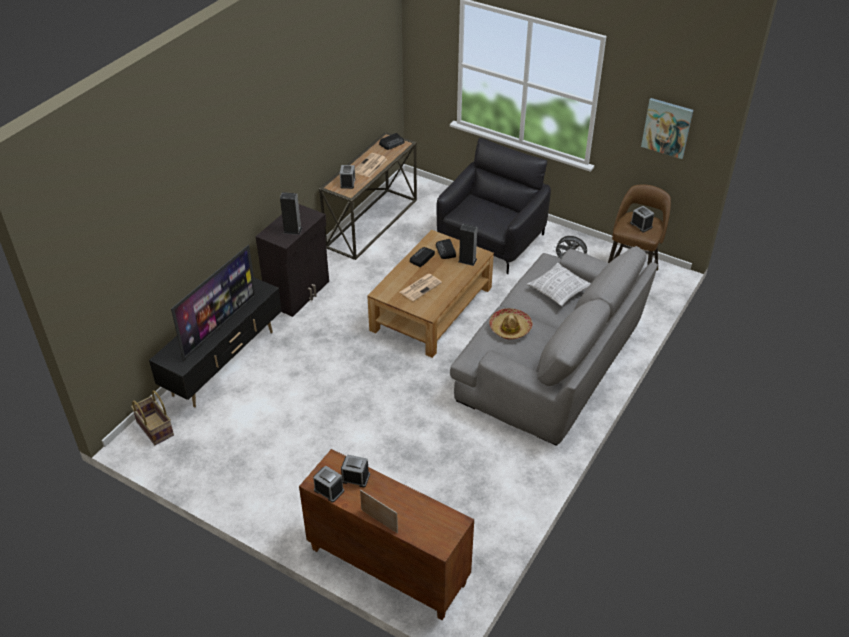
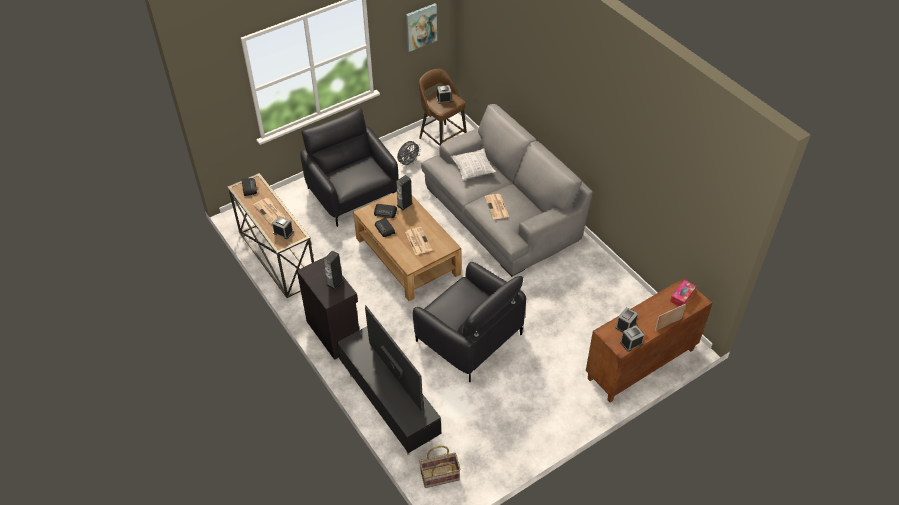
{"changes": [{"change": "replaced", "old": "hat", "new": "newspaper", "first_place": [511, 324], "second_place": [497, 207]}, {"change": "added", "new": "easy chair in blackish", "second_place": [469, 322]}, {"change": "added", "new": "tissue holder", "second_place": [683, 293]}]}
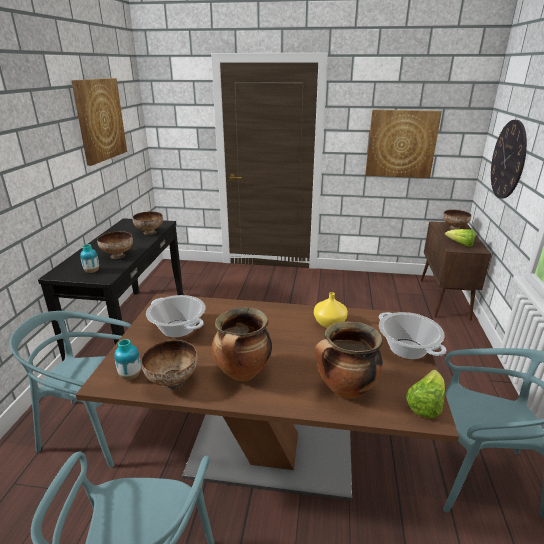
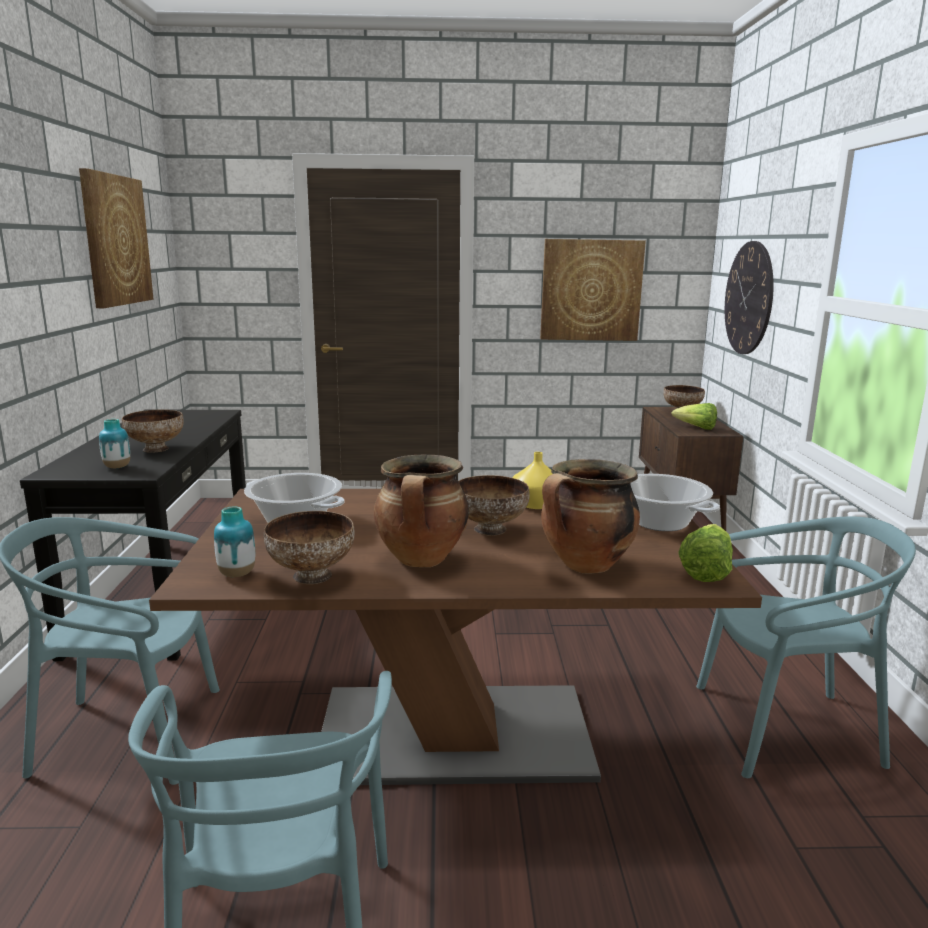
{"changes": [{"change": "moved", "old": "serving bowl", "first_place": [147, 223], "second_place": [494, 505]}]}
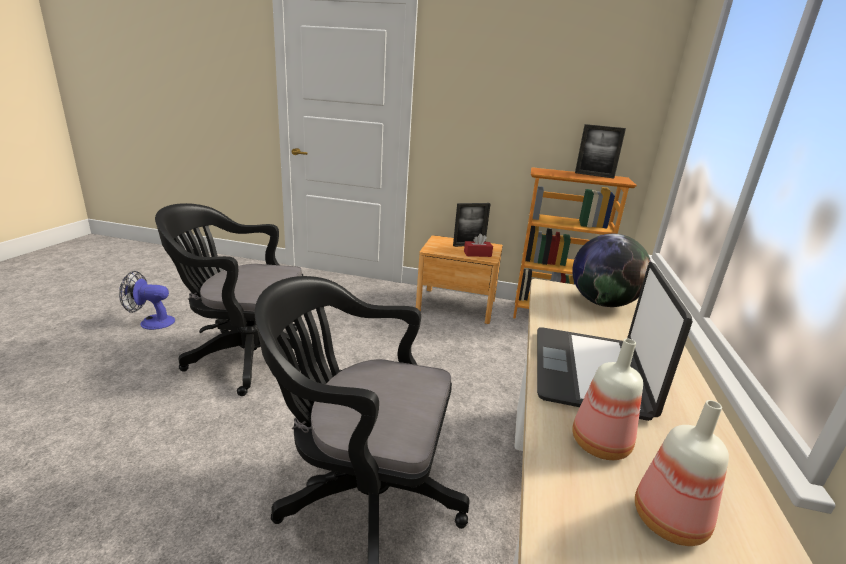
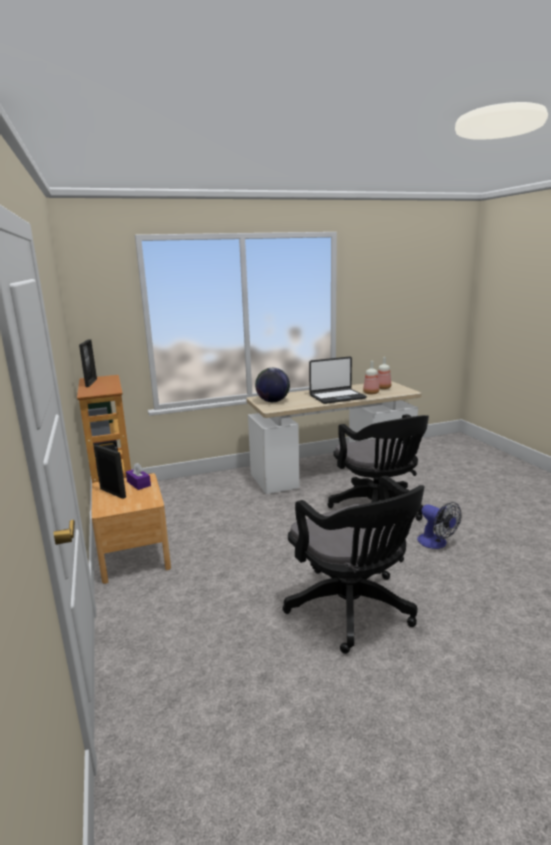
{"changes": [{"change": "moved", "old": "electric fan", "first_place": [147, 300], "second_place": [439, 525]}, {"change": "recoloured", "old": "tissue holder in reddish", "new": "tissue holder in purple", "first_place": [478, 245], "second_place": [138, 476]}]}
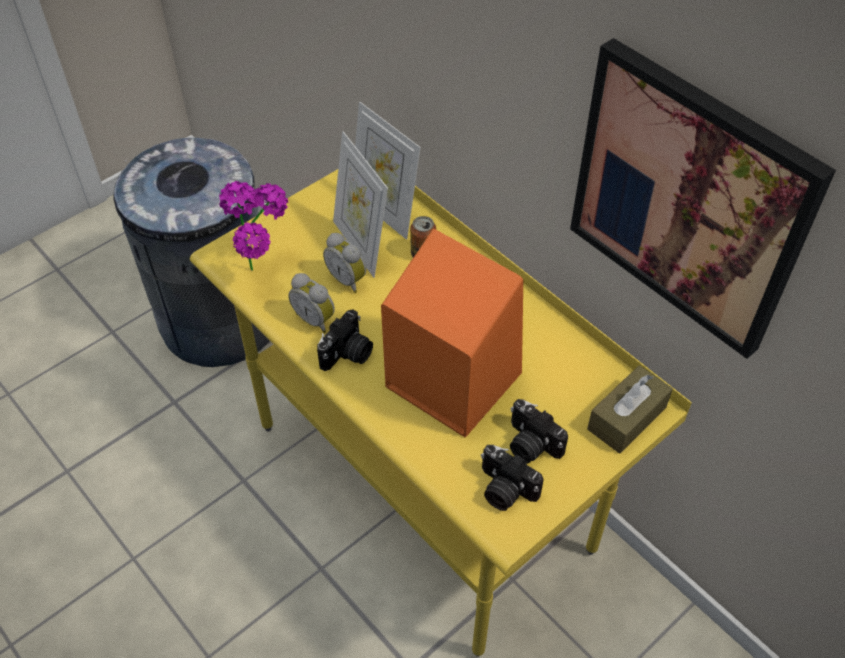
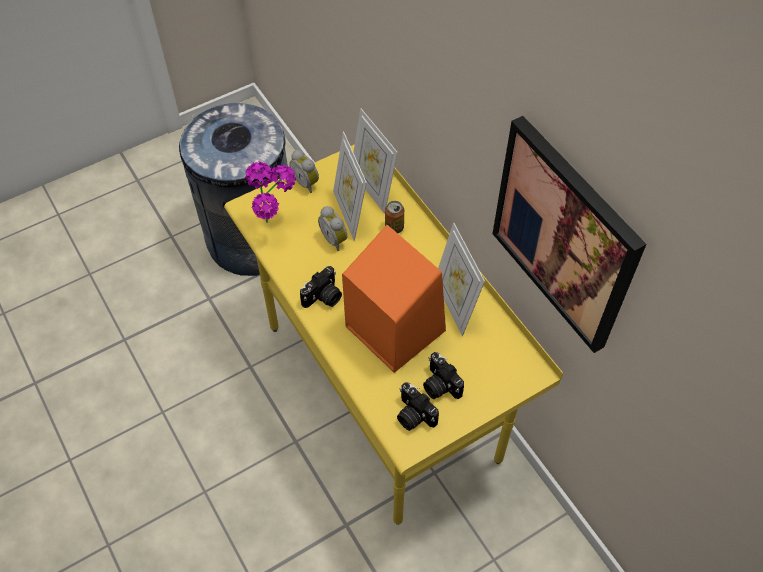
{"changes": [{"change": "moved", "old": "bedside clock", "first_place": [312, 303], "second_place": [304, 171]}, {"change": "removed", "old": "tissue holder in brown-coloured", "first_place": [630, 409]}, {"change": "added", "new": "picture frame", "second_place": [461, 279]}]}
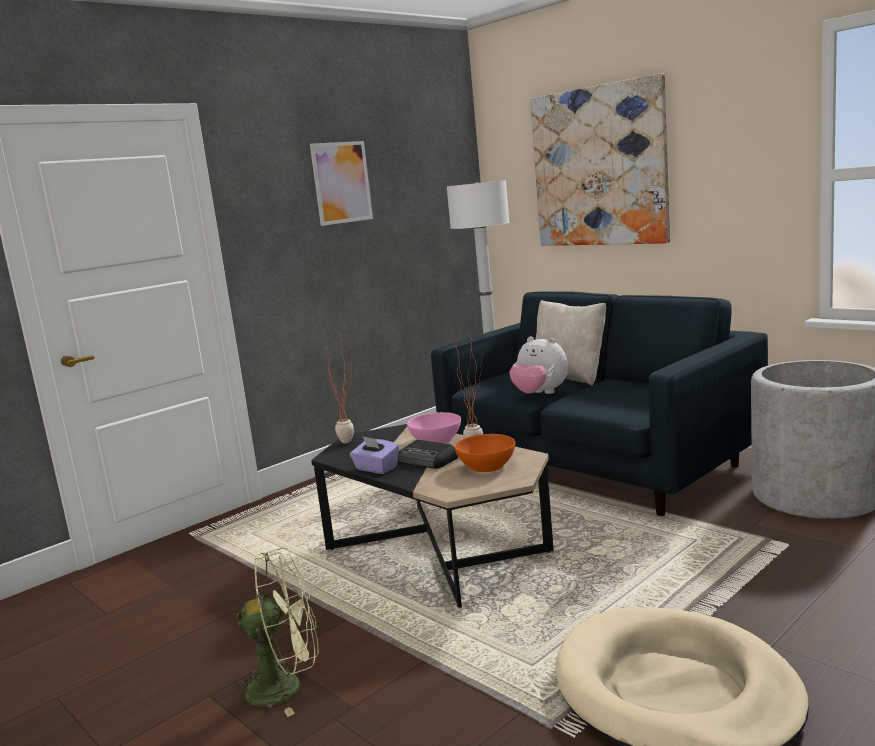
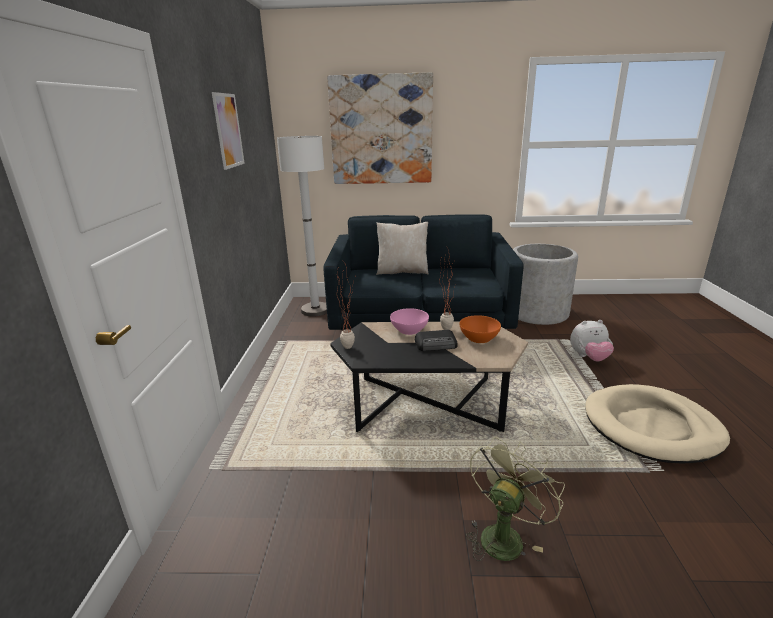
{"changes": [{"change": "removed", "old": "tissue holder in purple", "first_place": [374, 455]}, {"change": "moved", "old": "cuddly toy", "first_place": [538, 365], "second_place": [592, 340]}]}
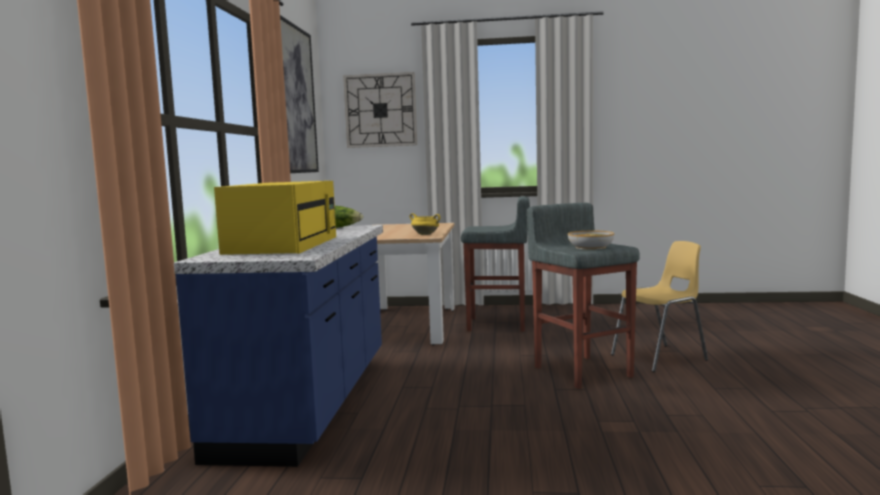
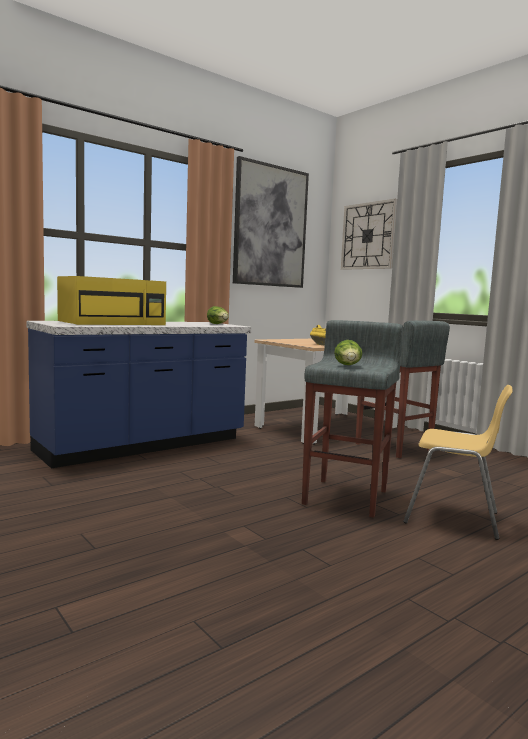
{"changes": [{"change": "replaced", "old": "serving bowl", "new": "head of lettuce", "first_place": [591, 240], "second_place": [348, 352]}]}
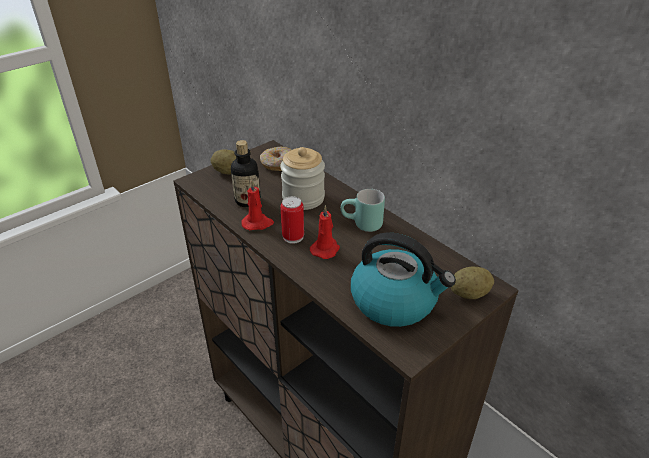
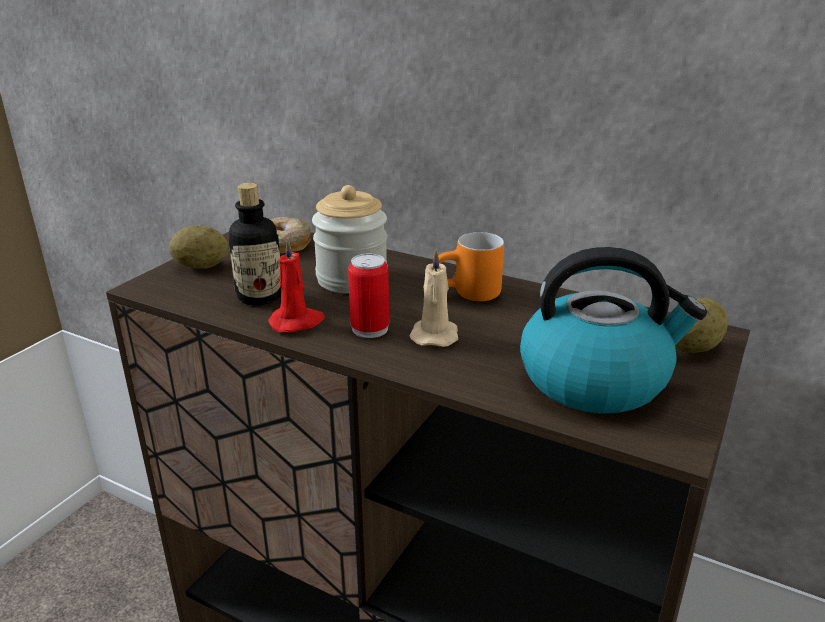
{"changes": [{"change": "recoloured", "old": "candle in reddish", "new": "candle in beige", "first_place": [325, 232], "second_place": [434, 297]}, {"change": "recoloured", "old": "mug in turquoise", "new": "mug in orangey", "first_place": [363, 210], "second_place": [471, 266]}]}
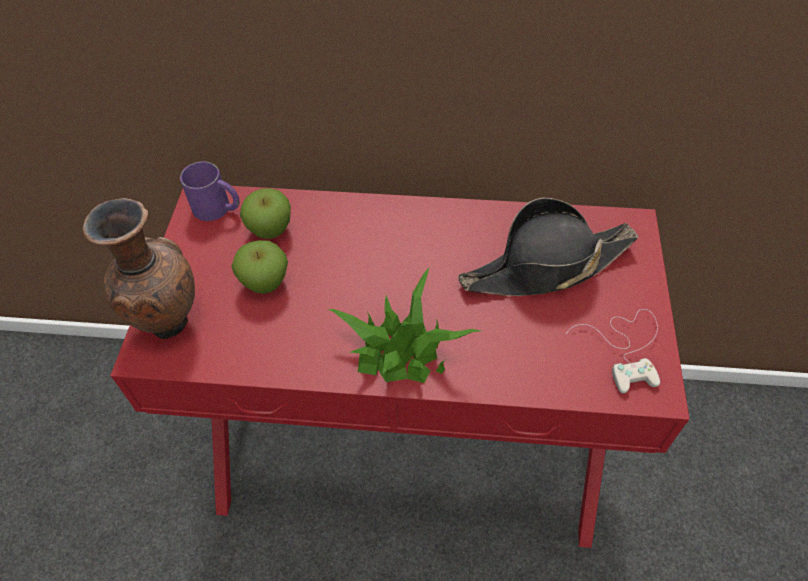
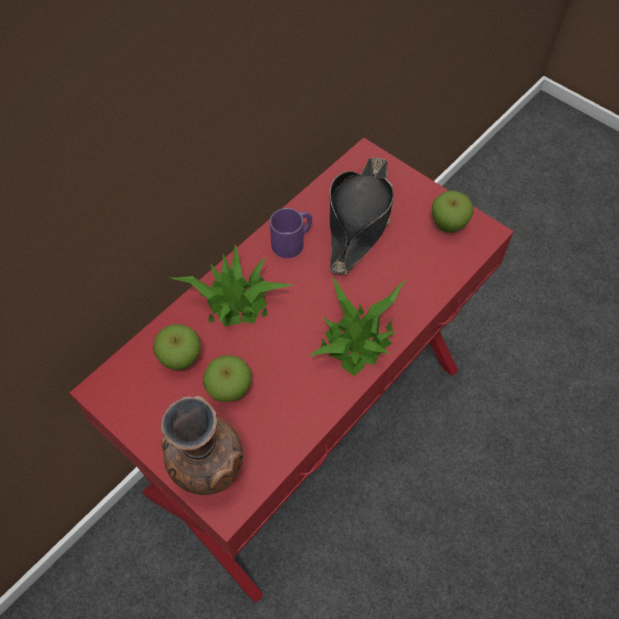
{"changes": [{"change": "moved", "old": "mug in purple", "first_place": [210, 191], "second_place": [291, 233]}, {"change": "replaced", "old": "joypad in whitish", "new": "apple fruit", "first_place": [613, 351], "second_place": [453, 211]}, {"change": "added", "new": "potted plant", "second_place": [230, 285]}]}
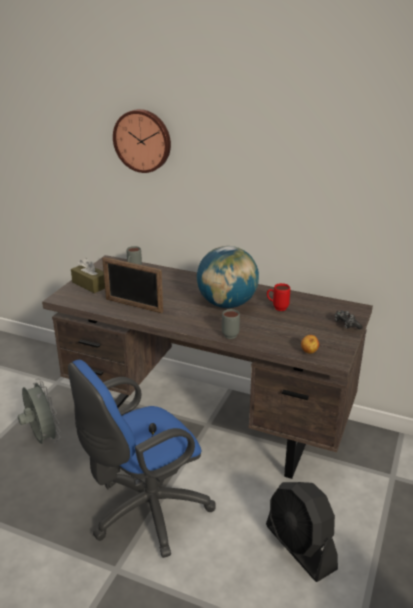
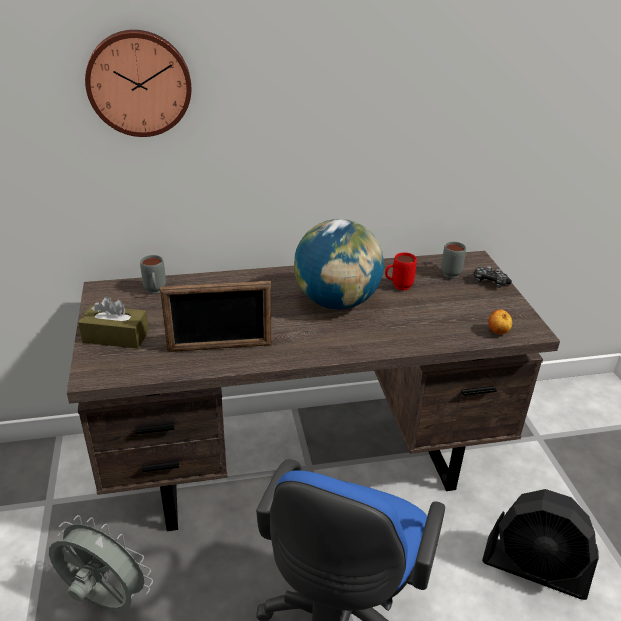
{"changes": [{"change": "moved", "old": "mug in greyish", "first_place": [231, 324], "second_place": [453, 260]}]}
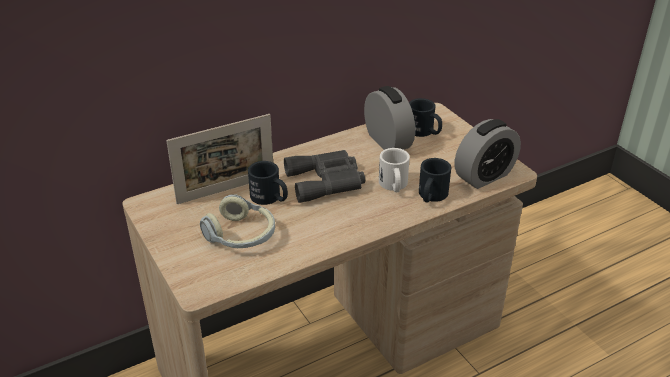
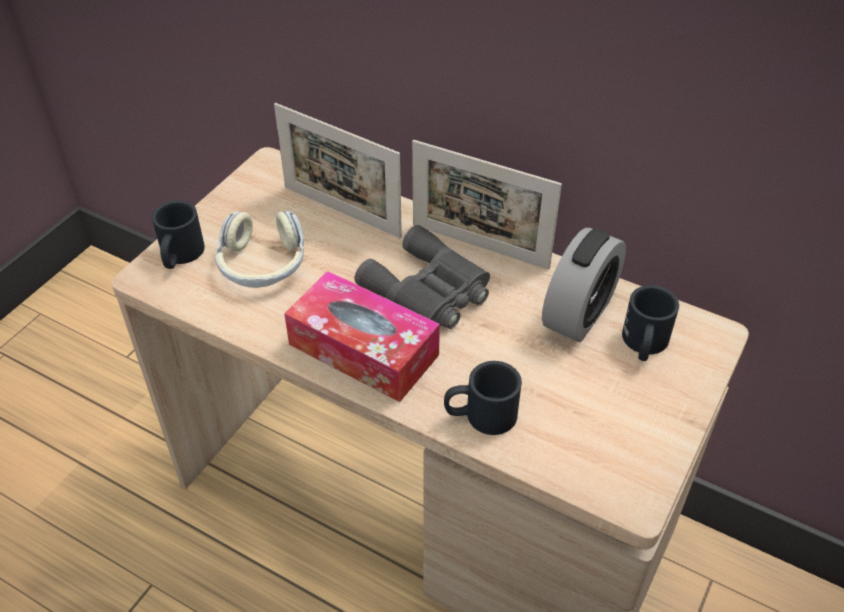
{"changes": [{"change": "moved", "old": "mug in blackish", "first_place": [268, 183], "second_place": [178, 234]}, {"change": "removed", "old": "mug in whitish", "first_place": [394, 170]}, {"change": "removed", "old": "bedside clock", "first_place": [488, 154]}, {"change": "added", "new": "tissue holder", "second_place": [362, 336]}, {"change": "added", "new": "picture frame", "second_place": [487, 205]}]}
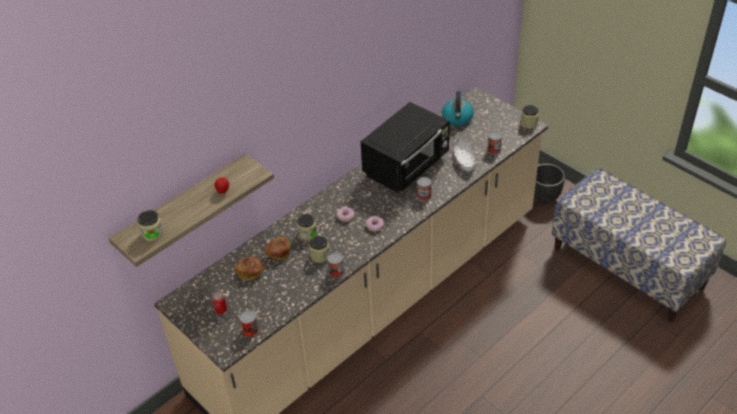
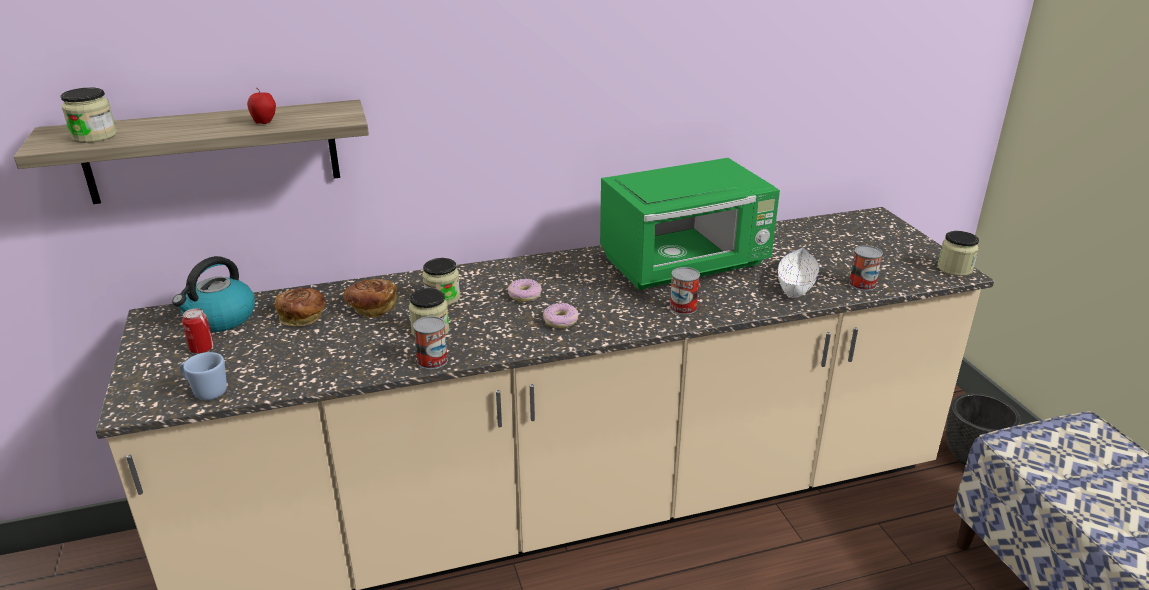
{"changes": [{"change": "replaced", "old": "sealed can", "new": "mug in bluish", "first_place": [249, 323], "second_place": [203, 376]}, {"change": "recoloured", "old": "microwave in blackish", "new": "microwave in green-coloured", "first_place": [405, 147], "second_place": [690, 224]}, {"change": "moved", "old": "kettle", "first_place": [458, 108], "second_place": [213, 294]}]}
